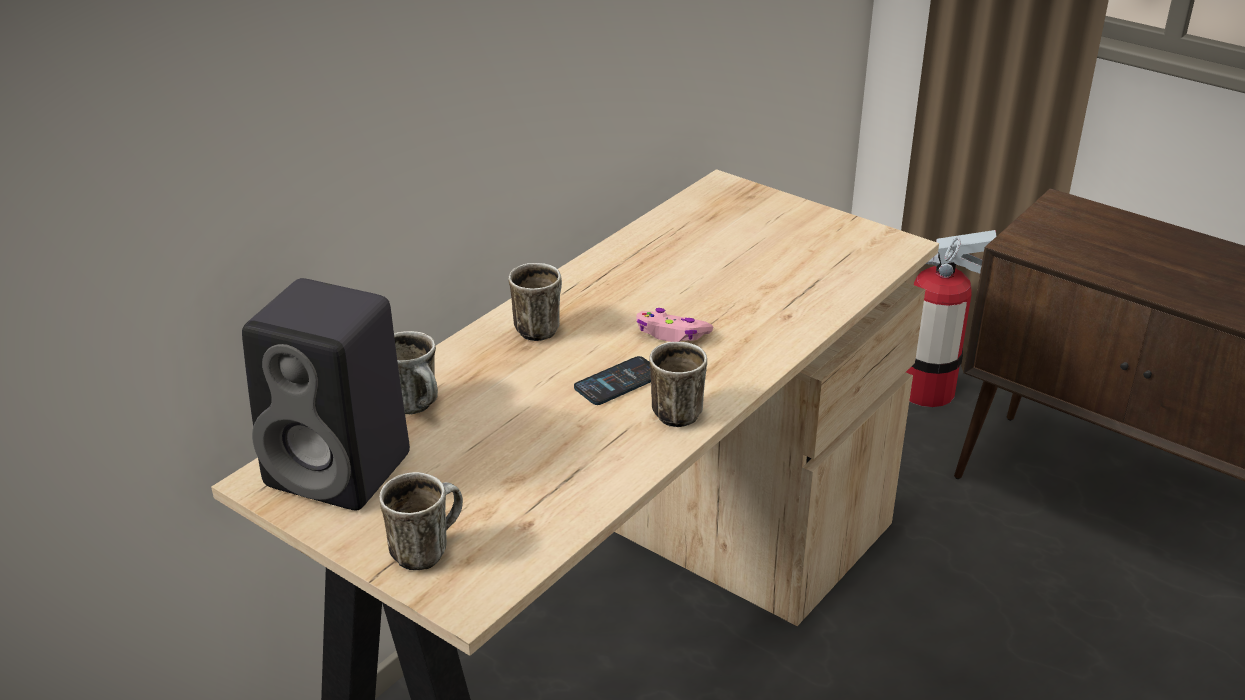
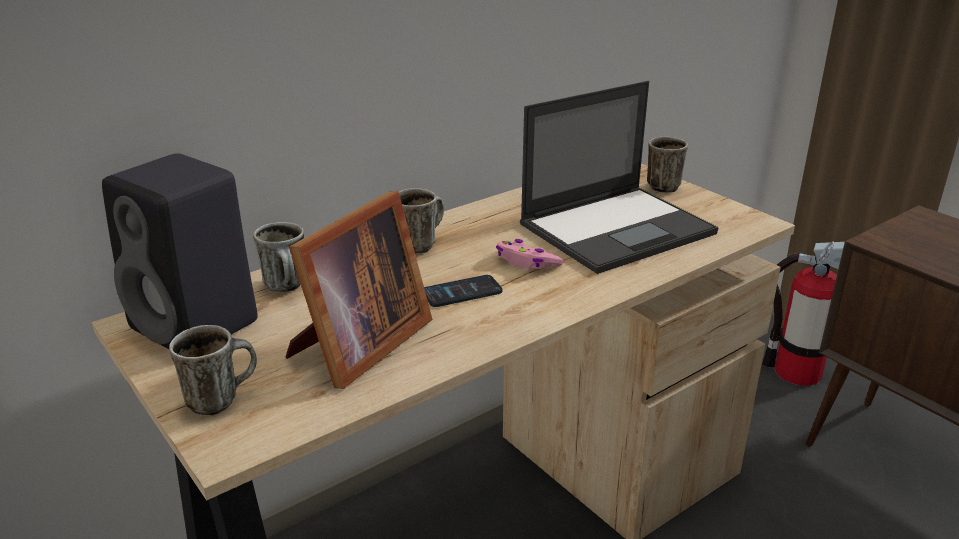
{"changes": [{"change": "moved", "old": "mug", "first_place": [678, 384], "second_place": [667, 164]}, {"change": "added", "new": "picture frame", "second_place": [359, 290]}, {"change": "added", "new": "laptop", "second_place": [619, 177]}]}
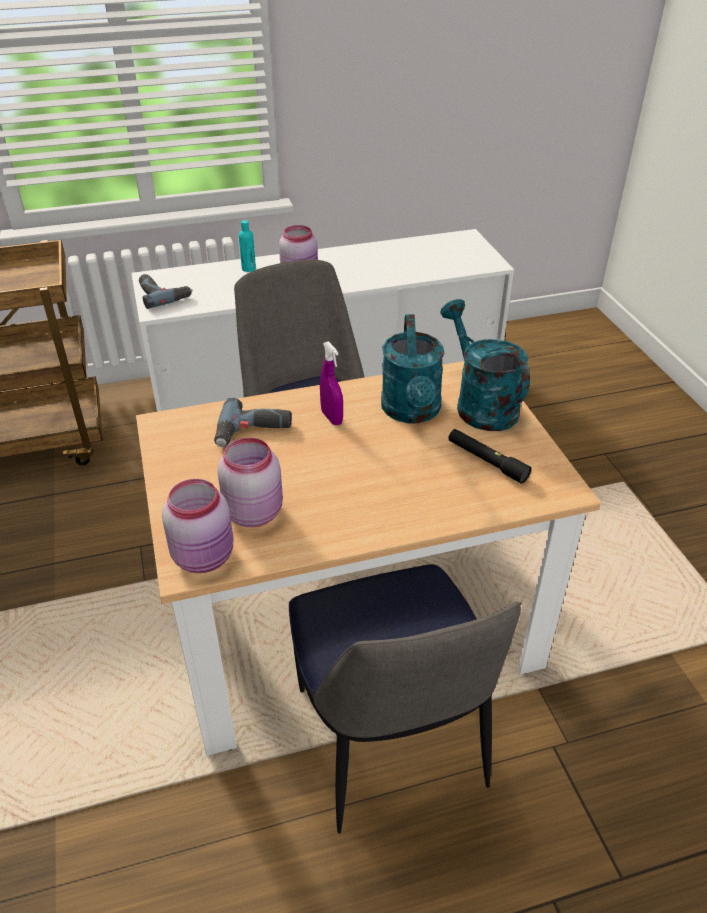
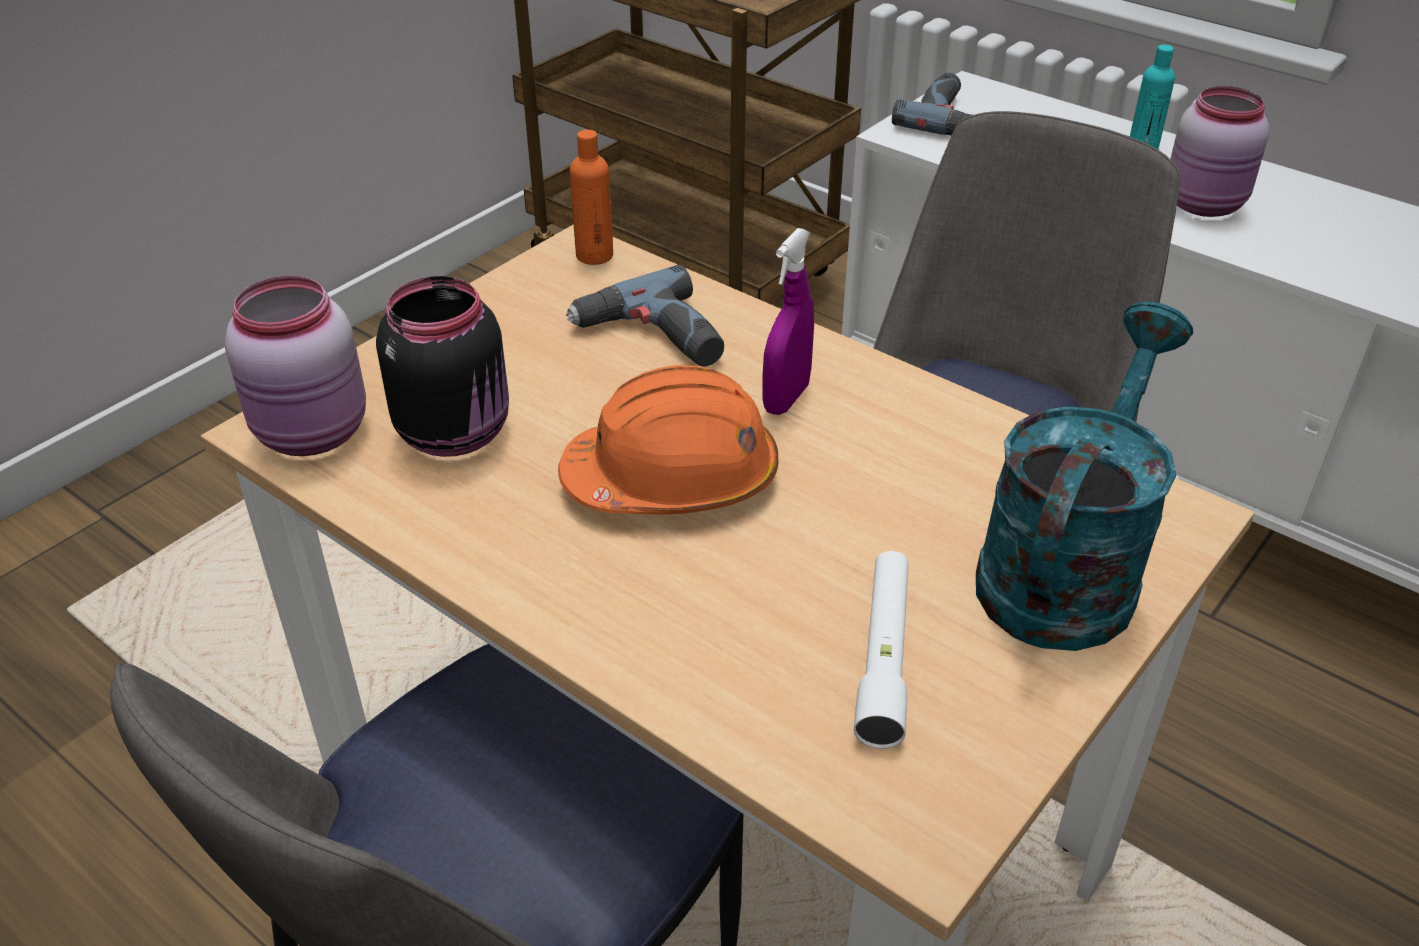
{"changes": [{"change": "recoloured", "old": "preserve jar in pinkish", "new": "preserve jar in blackish", "first_place": [250, 482], "second_place": [442, 366]}, {"change": "removed", "old": "watering pot in turquoise", "first_place": [412, 369]}, {"change": "recoloured", "old": "torch in blackish", "new": "torch in whitish", "first_place": [489, 456], "second_place": [881, 650]}, {"change": "added", "new": "hard hat in orangey", "second_place": [668, 439]}, {"change": "added", "new": "drink bottle in orangey", "second_place": [591, 197]}]}
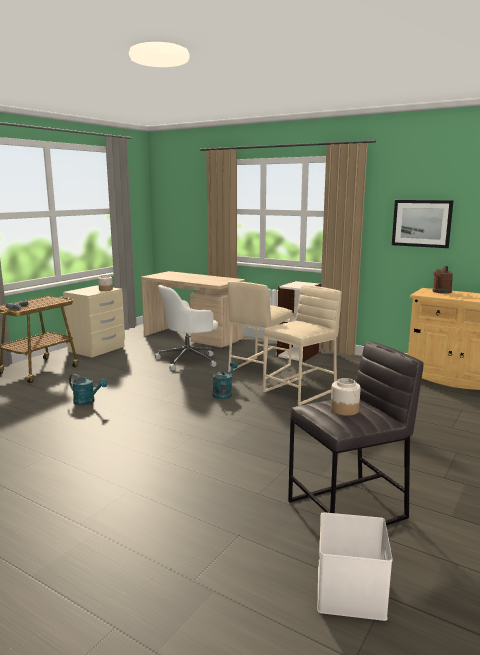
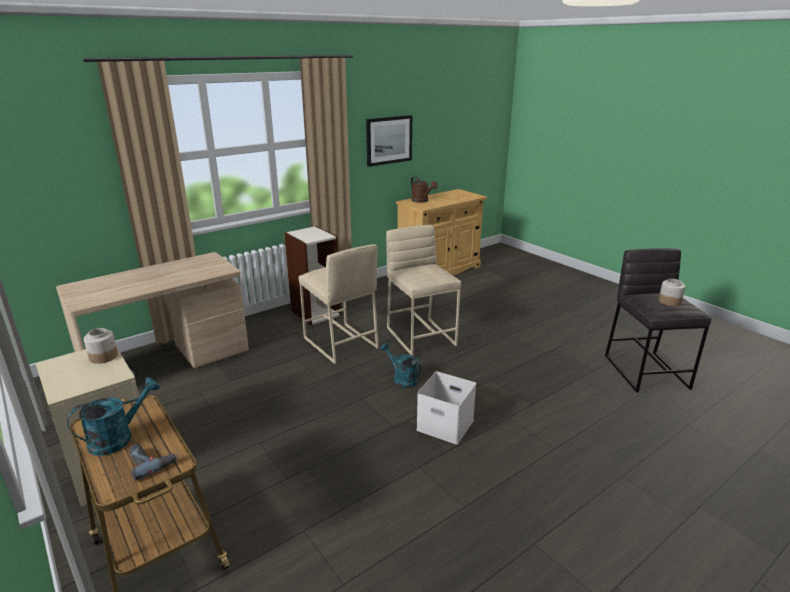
{"changes": [{"change": "moved", "old": "watering pot in turquoise", "first_place": [88, 389], "second_place": [113, 416]}, {"change": "removed", "old": "computer chair in whitish", "first_place": [186, 327]}, {"change": "moved", "old": "storage bin in whitish", "first_place": [355, 566], "second_place": [446, 407]}]}
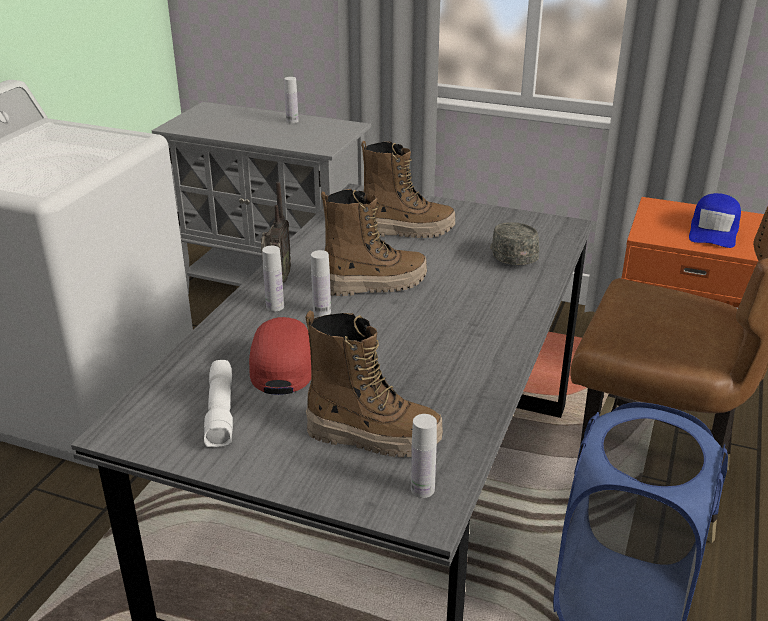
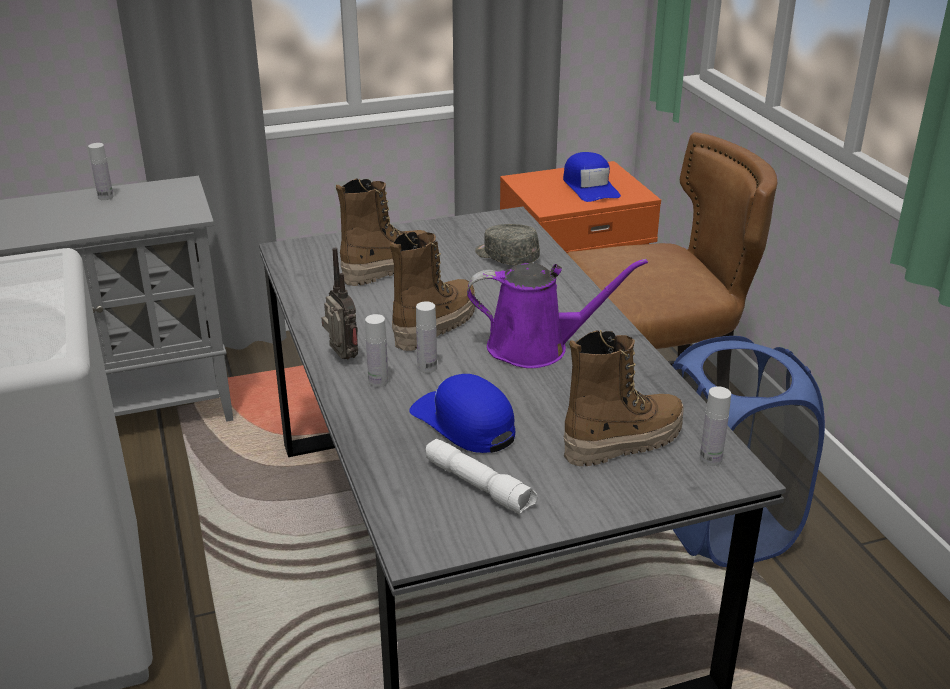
{"changes": [{"change": "recoloured", "old": "cap in reddish", "new": "cap in bluish", "first_place": [280, 356], "second_place": [462, 413]}, {"change": "added", "new": "watering pot in purple", "second_place": [557, 313]}]}
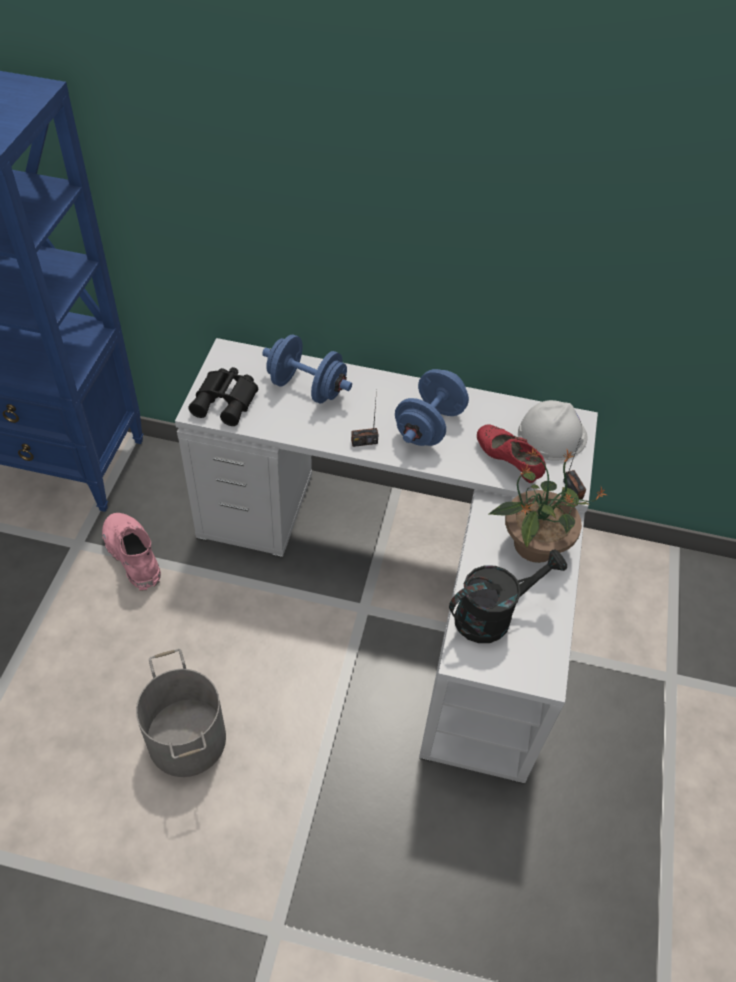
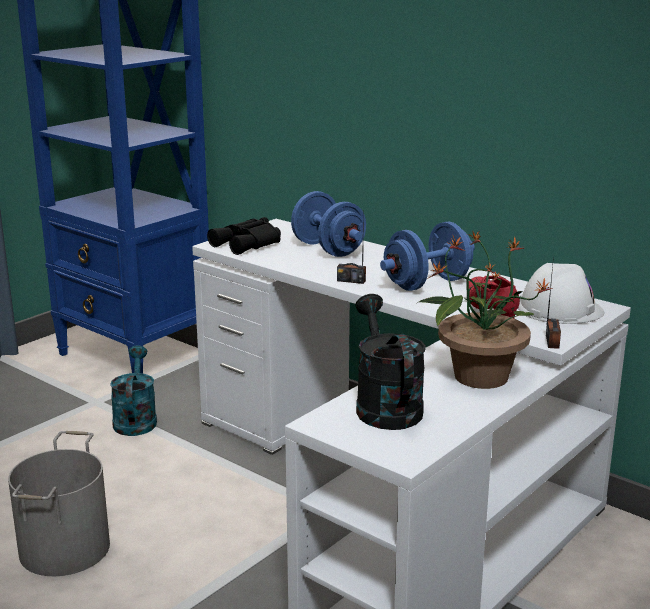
{"changes": [{"change": "replaced", "old": "tall boot in pinkish", "new": "watering pot in turquoise", "first_place": [131, 552], "second_place": [133, 390]}, {"change": "turned", "old": "watering pot in blackish", "first_place": [508, 596], "second_place": [390, 362], "degrees": -105}]}
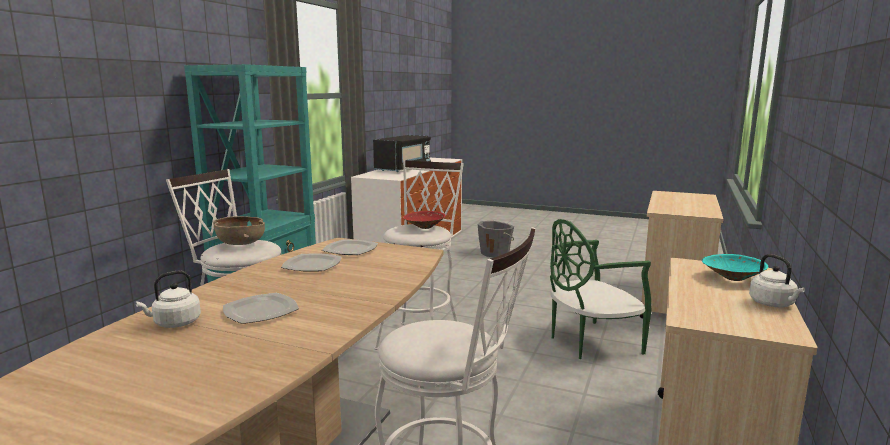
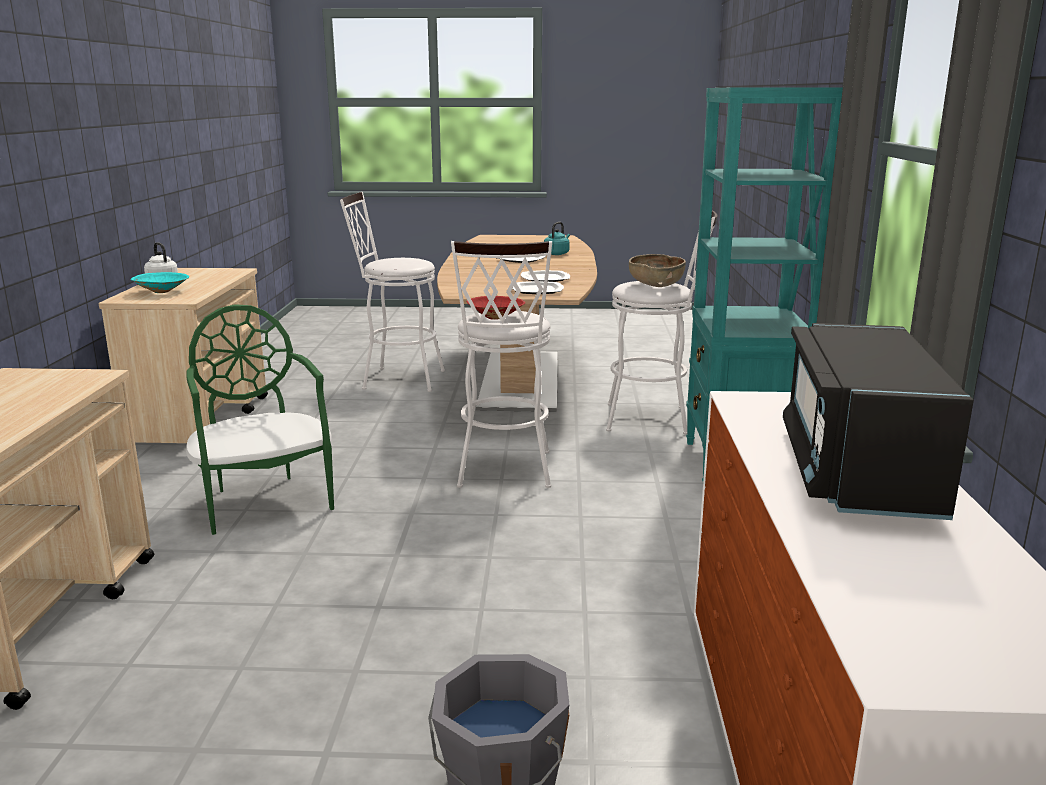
{"changes": [{"change": "recoloured", "old": "kettle in whitish", "new": "kettle in turquoise", "first_place": [168, 299], "second_place": [557, 238]}, {"change": "turned", "old": "upright chair in green-coloured", "first_place": [601, 289], "second_place": [260, 419], "degrees": -75}]}
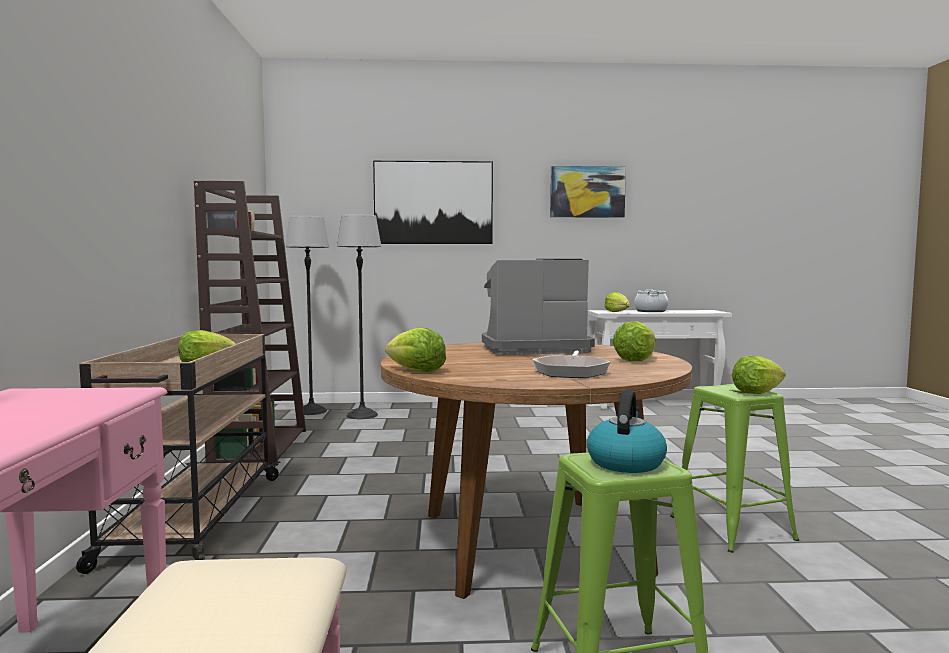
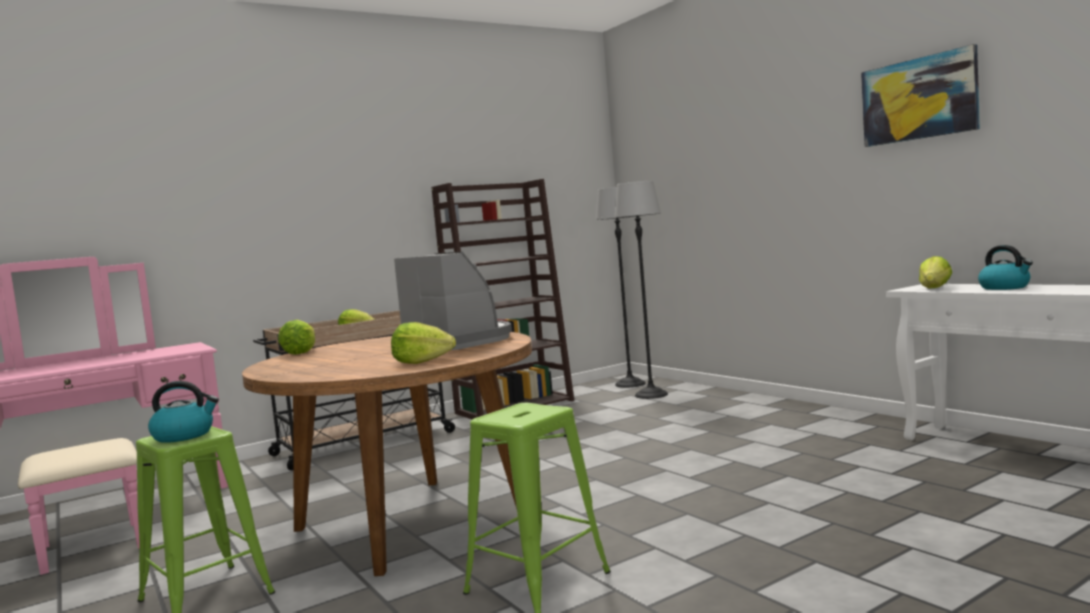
{"changes": [{"change": "removed", "old": "wall art", "first_place": [433, 202]}, {"change": "removed", "old": "skillet", "first_place": [571, 364]}, {"change": "replaced", "old": "cooking pot", "new": "kettle", "first_place": [651, 300], "second_place": [1005, 267]}, {"change": "removed", "old": "head of lettuce", "first_place": [759, 375]}]}
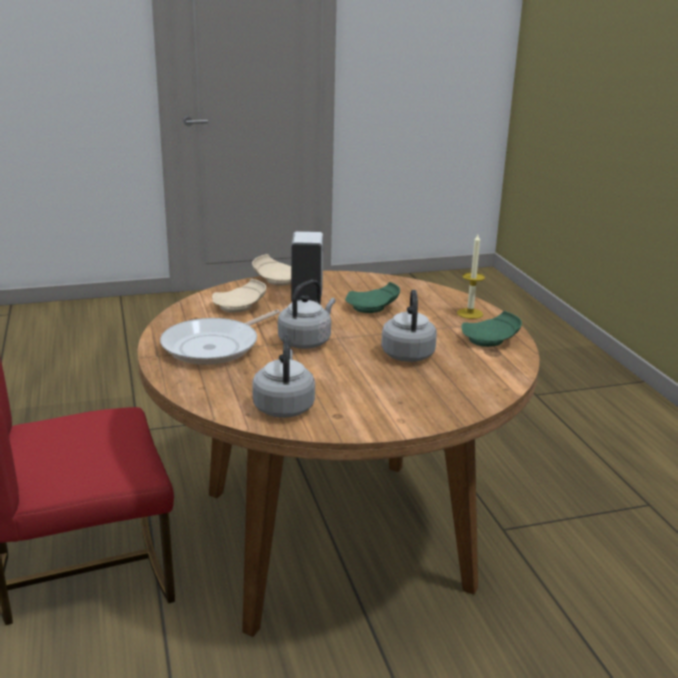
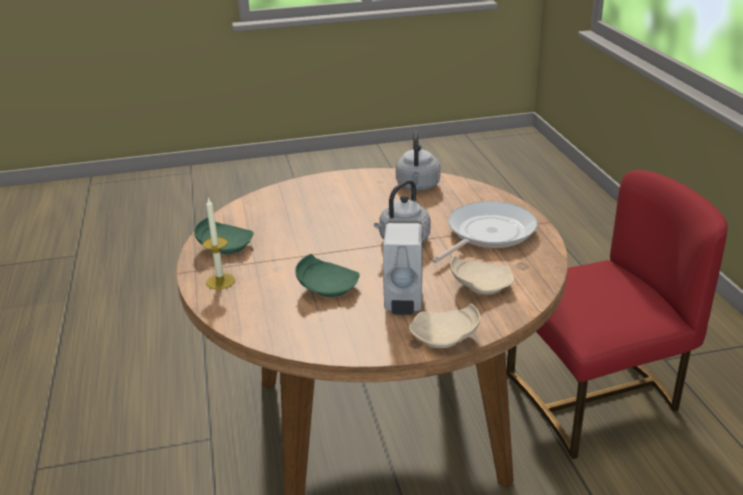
{"changes": [{"change": "removed", "old": "kettle in greyish", "first_place": [409, 326]}]}
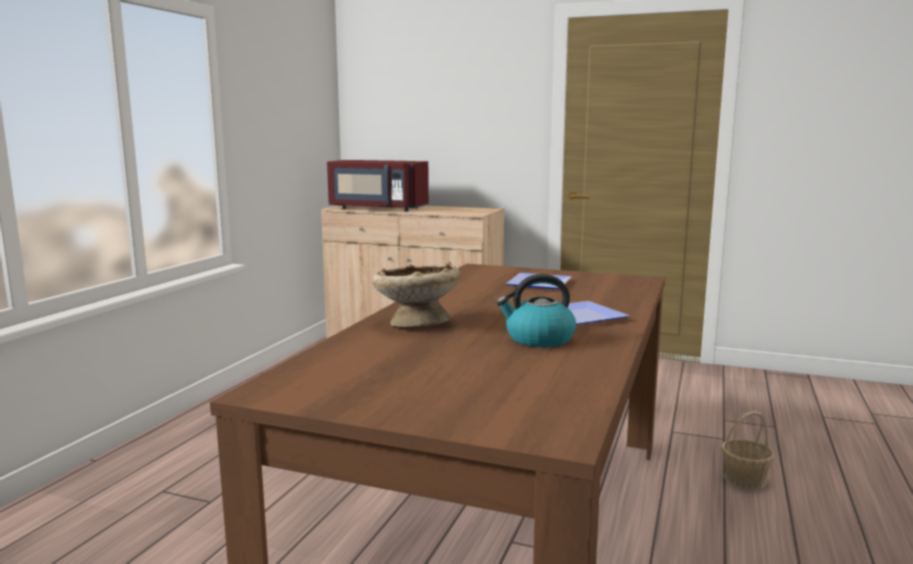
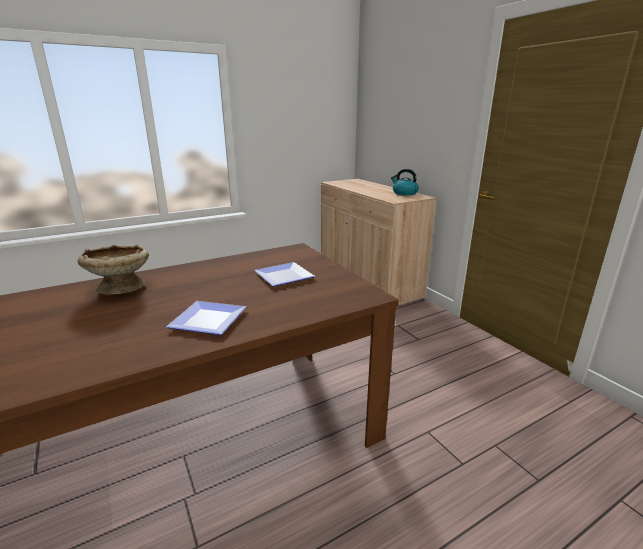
{"changes": [{"change": "removed", "old": "microwave in reddish", "first_place": [378, 185]}, {"change": "moved", "old": "kettle", "first_place": [536, 310], "second_place": [405, 182]}, {"change": "removed", "old": "storage basket", "first_place": [748, 450]}]}
